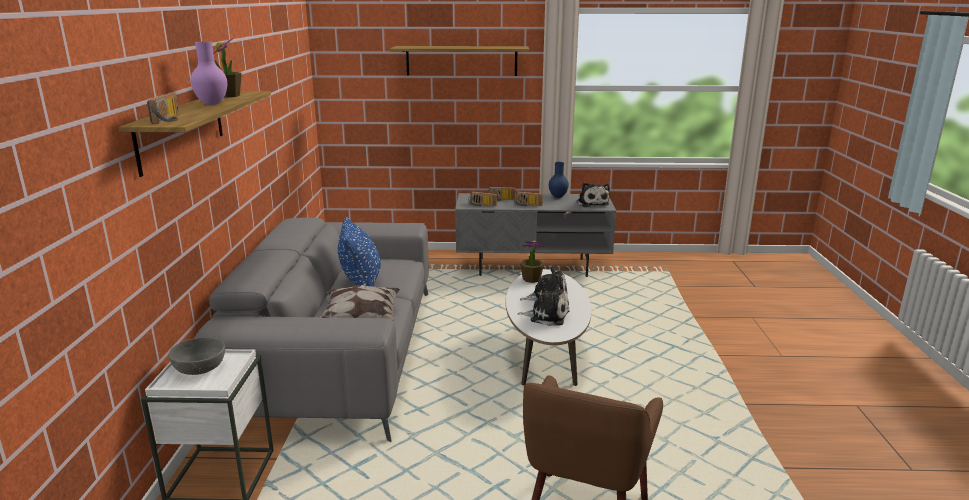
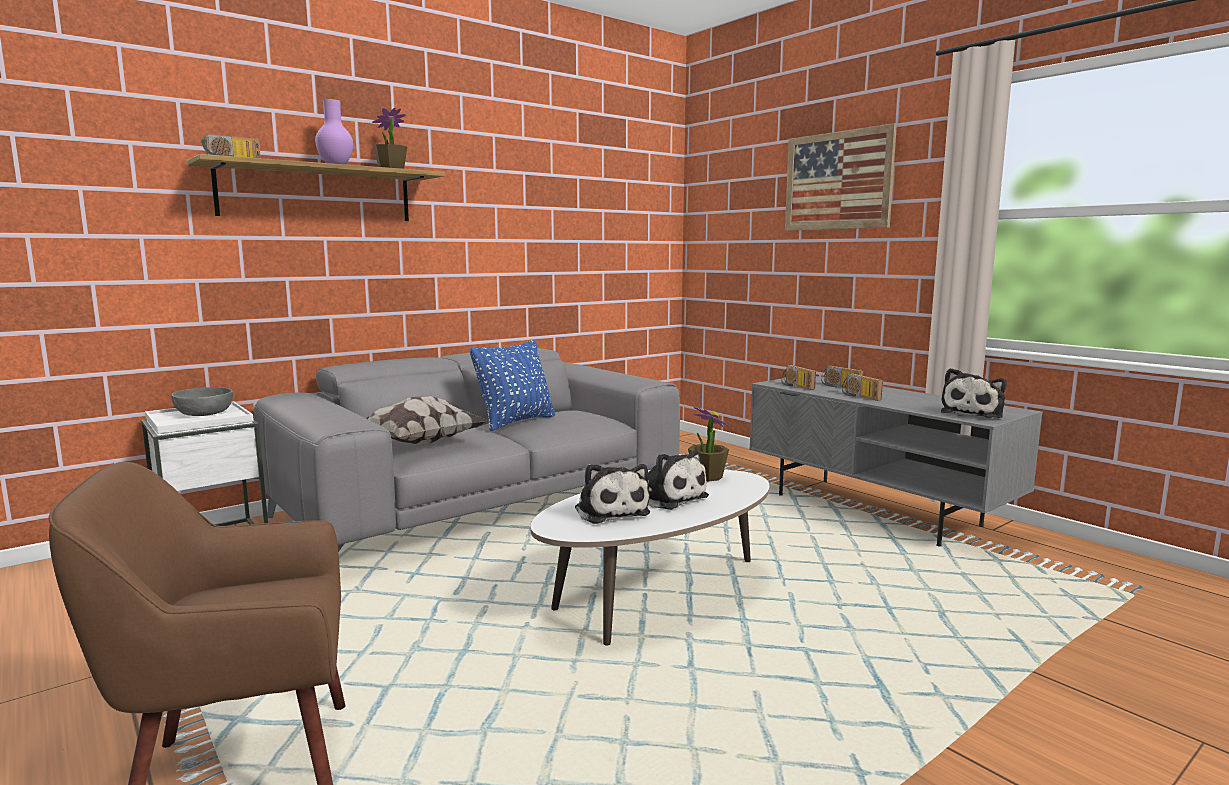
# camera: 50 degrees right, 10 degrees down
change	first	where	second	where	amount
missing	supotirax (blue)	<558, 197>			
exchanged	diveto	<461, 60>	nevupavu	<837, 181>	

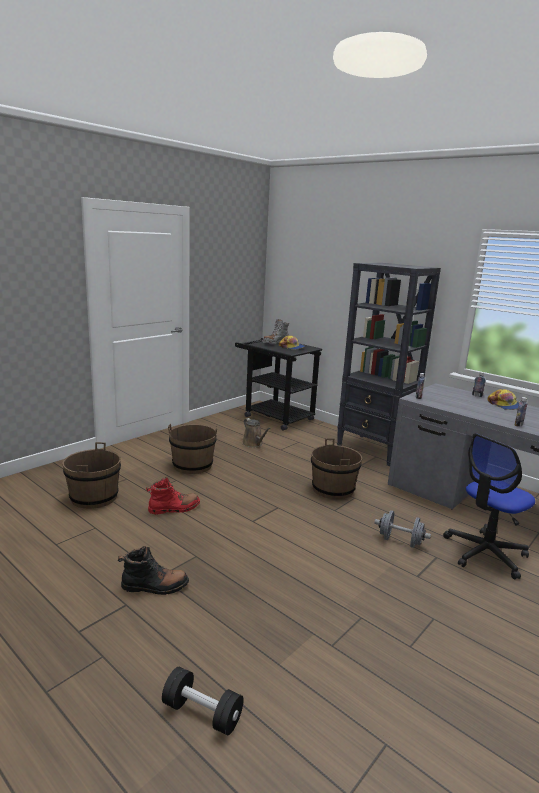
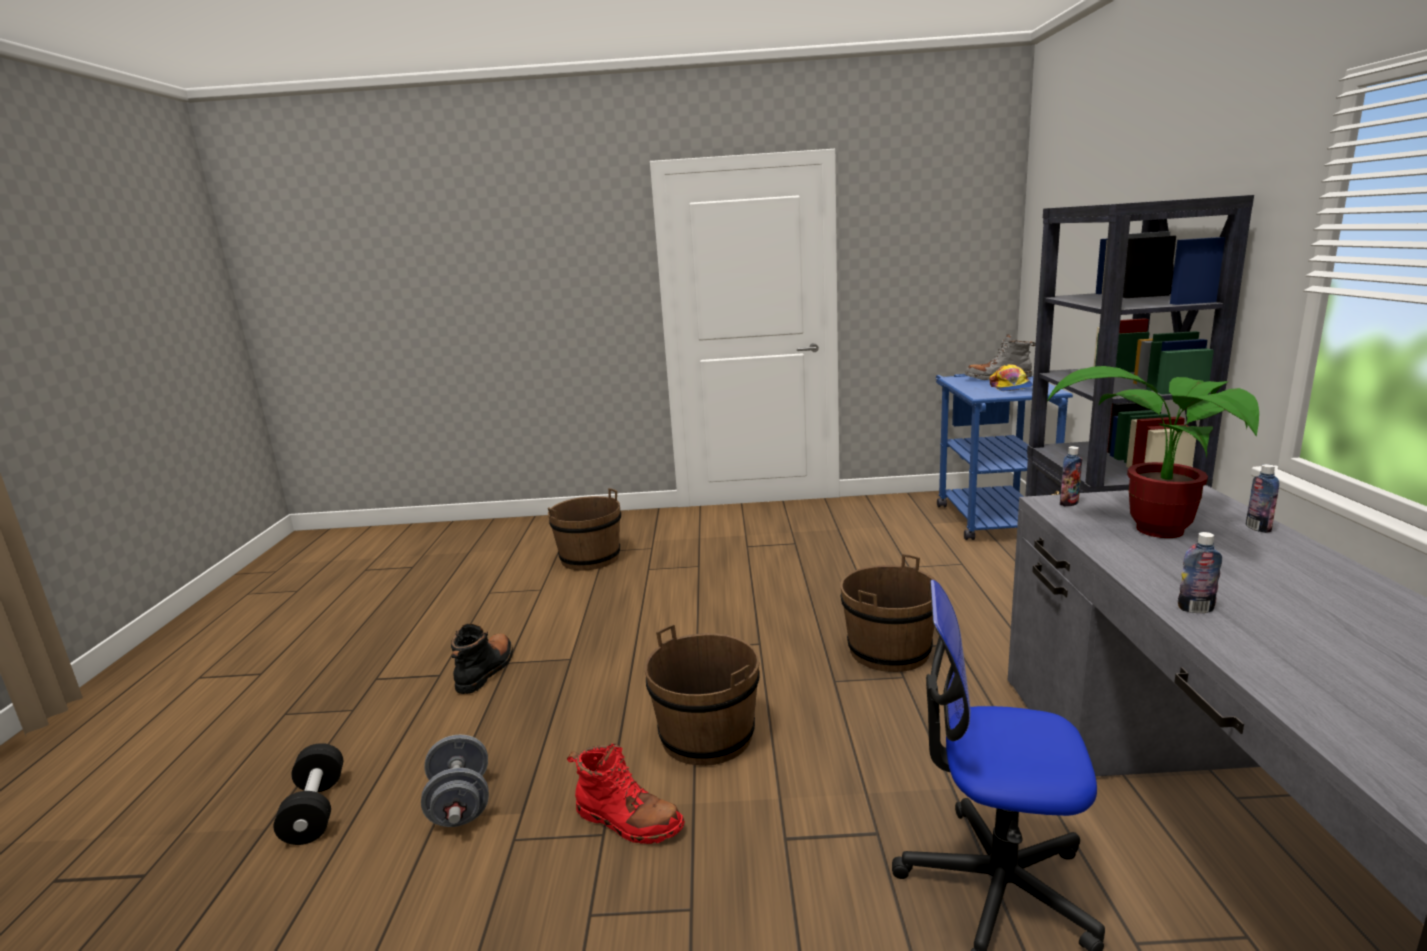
# camera: 50 degrees right, 0 degrees up
change	first	where	second	where	amount
missing	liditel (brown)	<254, 444>			
missing	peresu	<505, 405>			
appeared			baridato	<1150, 530>	
relocated	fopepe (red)	<174, 508>		<628, 821>	
relocated	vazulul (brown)	<192, 465>		<707, 735>	
relocated	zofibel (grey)	<400, 541>		<461, 804>	
colour	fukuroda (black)	<274, 416>	fukuroda (blue)	<988, 516>	
spun	fopepe (black)	<154, 586>		<486, 670>	120 degrees counterclockwise

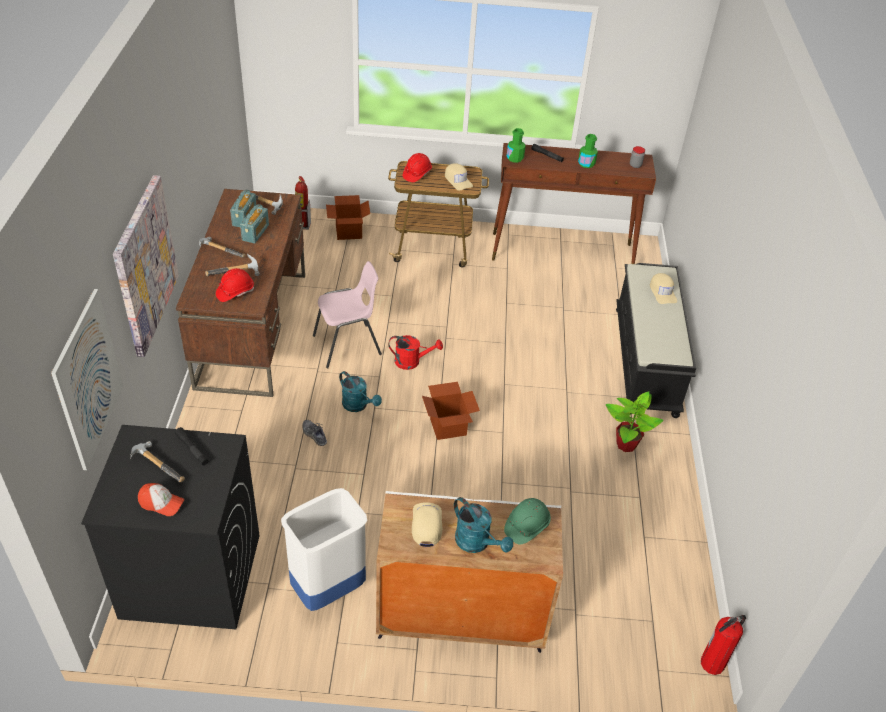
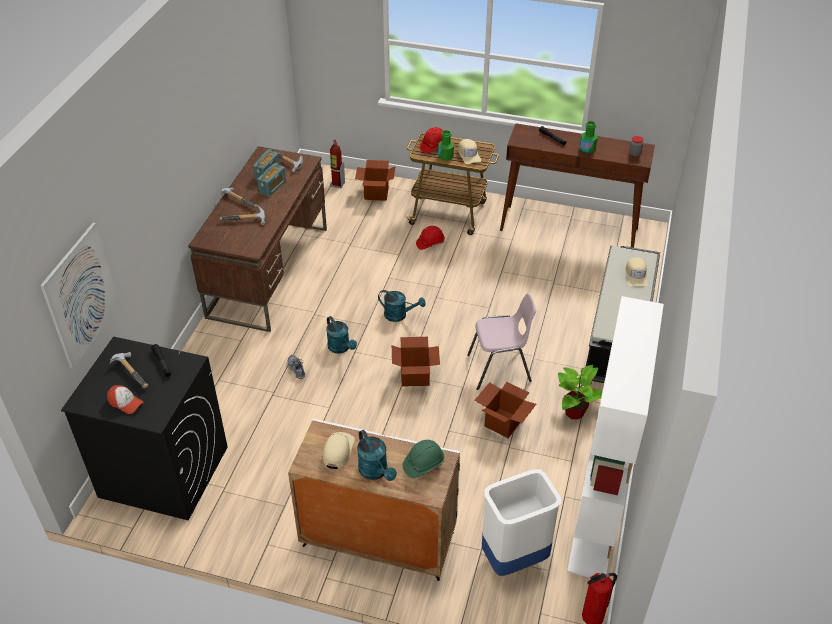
# camera: 15 degrees right, 0 degrees up
change	first	where	second	where	amount
missing	nevupavu	<144, 265>			
appeared			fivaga	<503, 423>	
appeared			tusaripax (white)	<596, 521>	
relocated	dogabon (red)	<235, 292>		<430, 243>	
relocated	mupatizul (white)	<328, 590>		<514, 559>	
relocated	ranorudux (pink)	<348, 346>		<500, 369>	
relocated	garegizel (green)	<515, 158>		<445, 156>	
colour	liditel (red)	<412, 362>	liditel (turquoise)	<399, 315>	

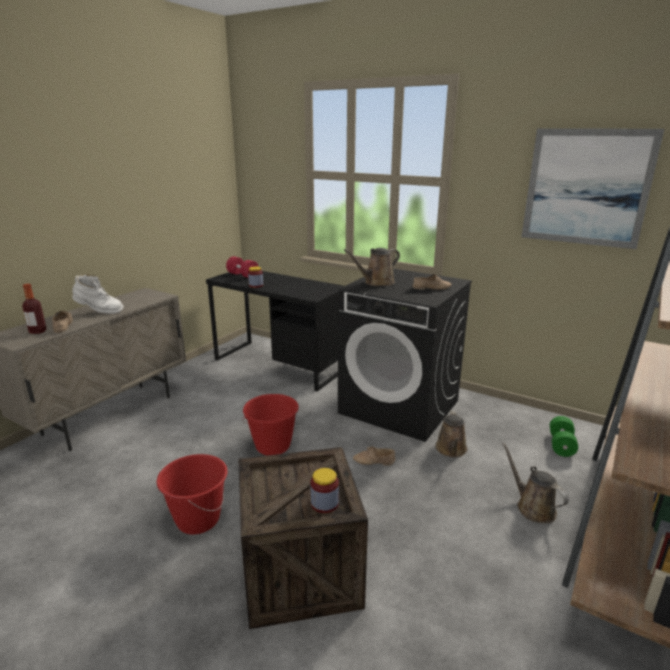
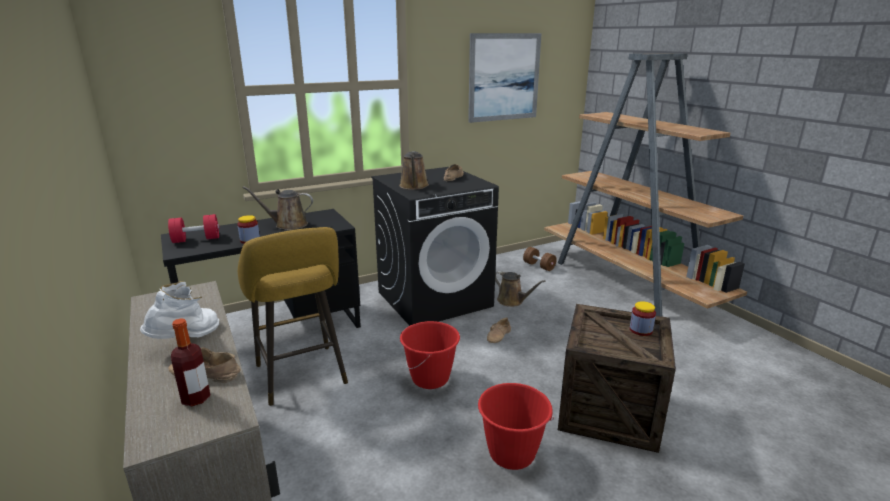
# camera: 60 degrees left, 0 degrees up
change	first	where	second	where	amount
appeared			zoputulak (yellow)	<302, 377>	
relocated	liditel (brown)	<532, 507>		<288, 225>	
colour	zofibel (green)	<561, 445>	zofibel (brown)	<539, 266>	

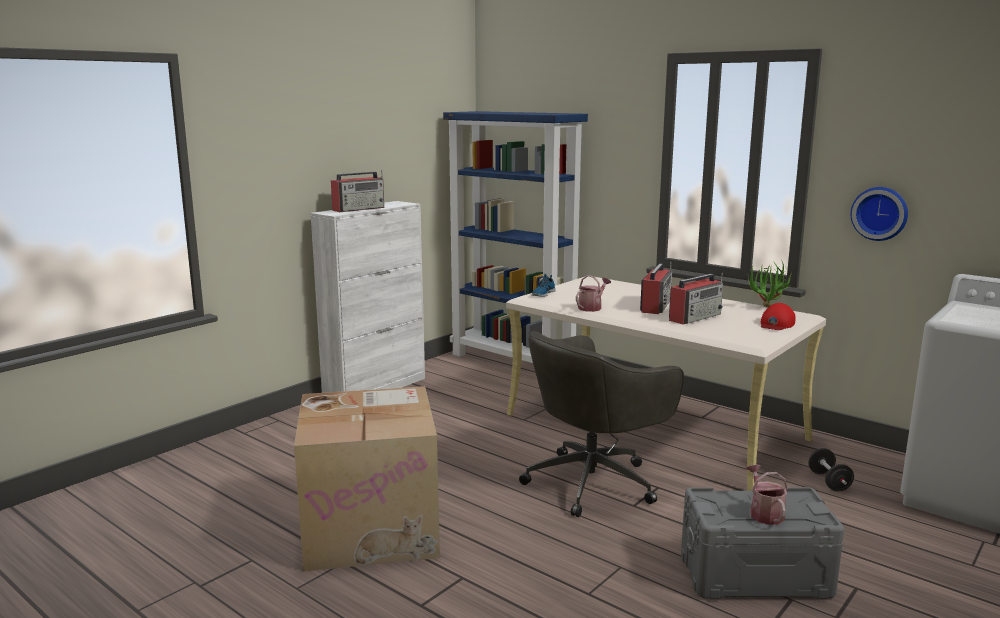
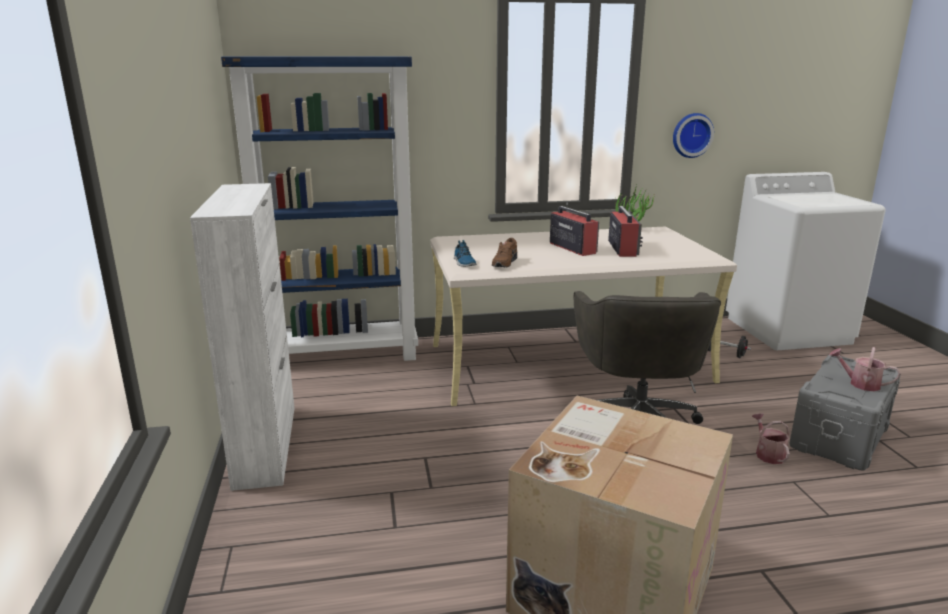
# camera: 50 degrees left, 5 degrees up
change	first	where	second	where	amount
missing	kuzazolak	<359, 209>			
missing	peresu (red)	<776, 324>			
appeared			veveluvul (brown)	<504, 263>	
relocated	liditel	<591, 307>		<768, 454>	

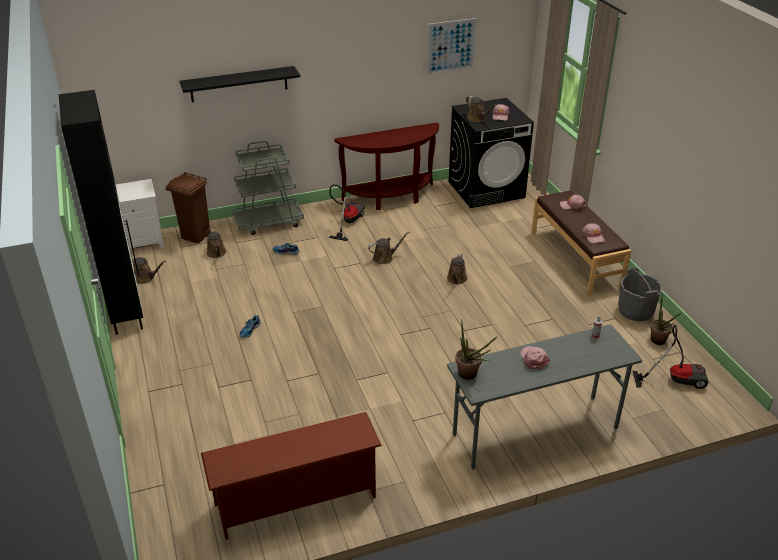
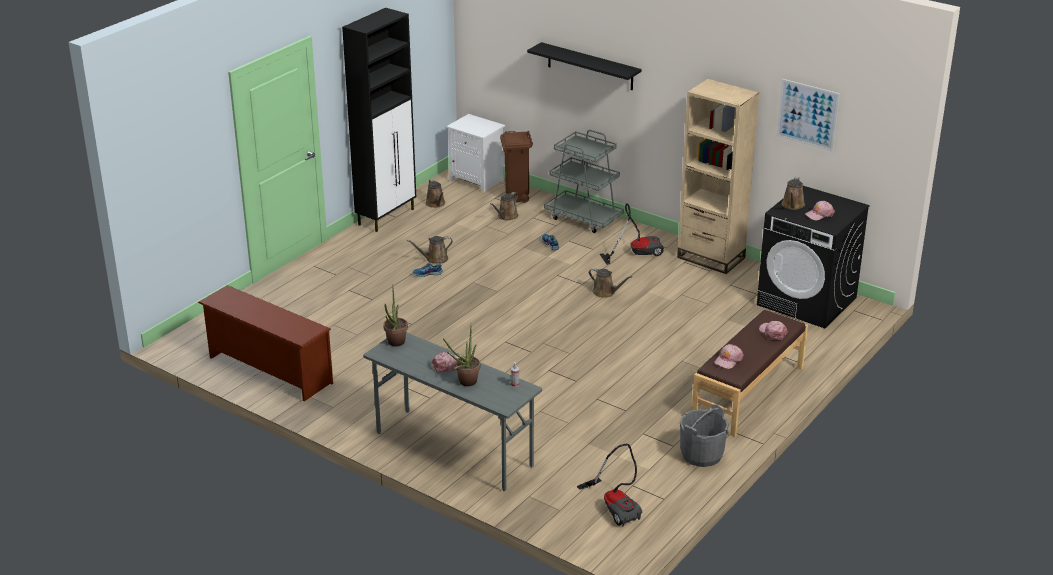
# camera: 55 degrees right, 5 degrees down
change	first	where	second	where	amount
relocated	liditel (brown)	<456, 279>		<434, 259>	
relocated	baridato	<659, 342>		<464, 383>	
exchanged	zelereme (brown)	<391, 198>	tusaripax (beige)	<711, 258>	

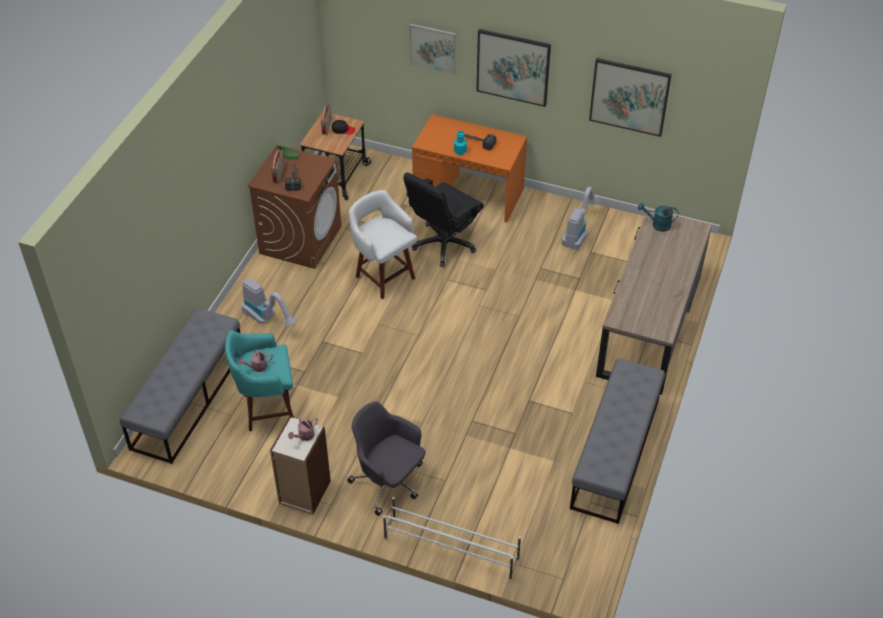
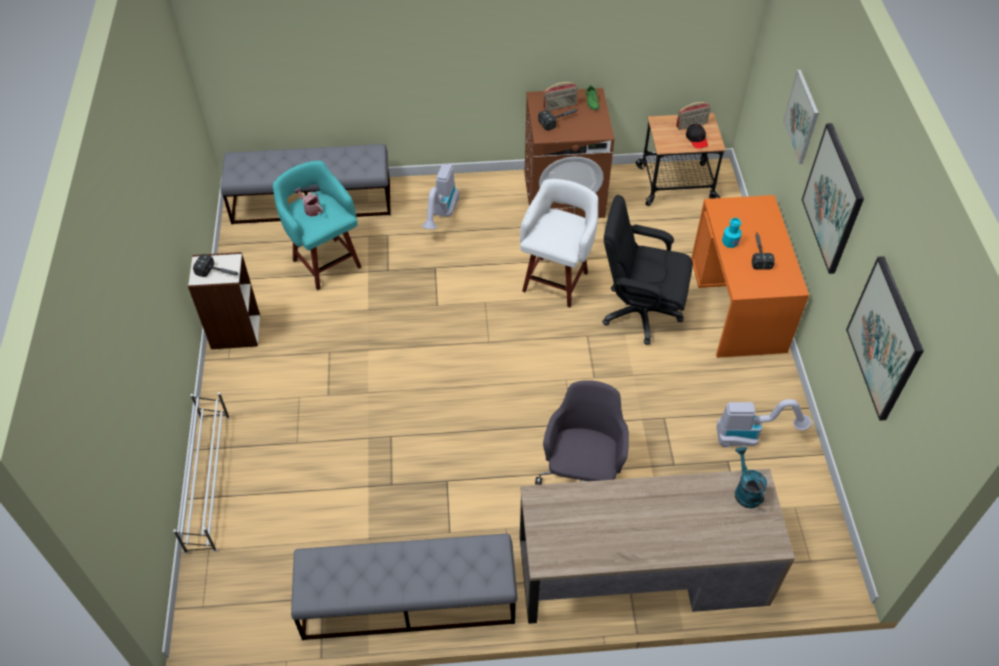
# camera: 65 degrees right, 5 degrees up
change	first	where	second	where	amount
relocated	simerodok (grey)	<389, 482>		<582, 475>	
exchanged	liditel	<304, 436>	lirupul	<220, 273>	

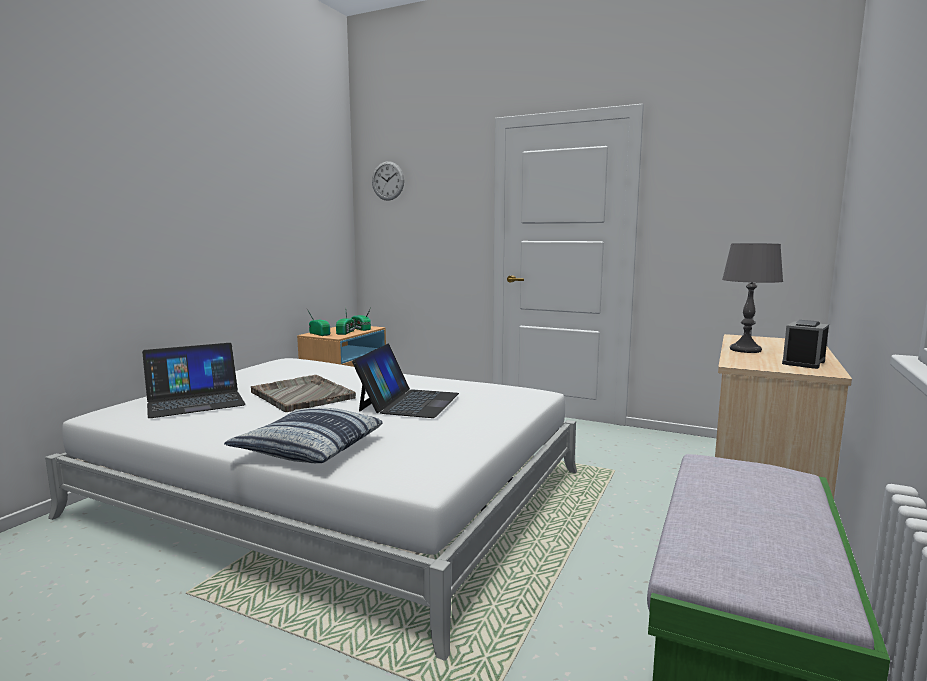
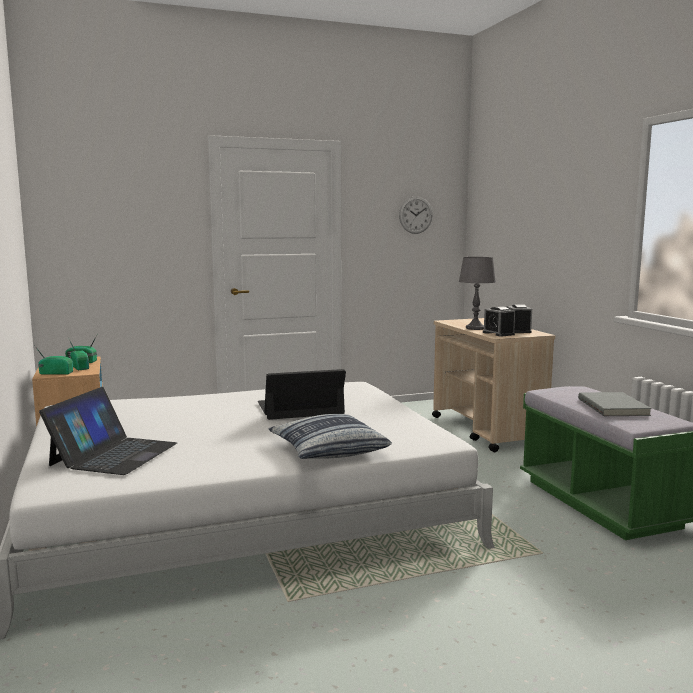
# camera: 45 degrees left, 0 degrees up
change	first	where	second	where	amount
missing	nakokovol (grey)	<302, 395>			
appeared			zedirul	<498, 333>	
appeared			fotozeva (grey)	<614, 407>	
relocated	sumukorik	<388, 181>		<415, 215>	
spun	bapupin	<409, 402>		<300, 408>	75 degrees counterclockwise

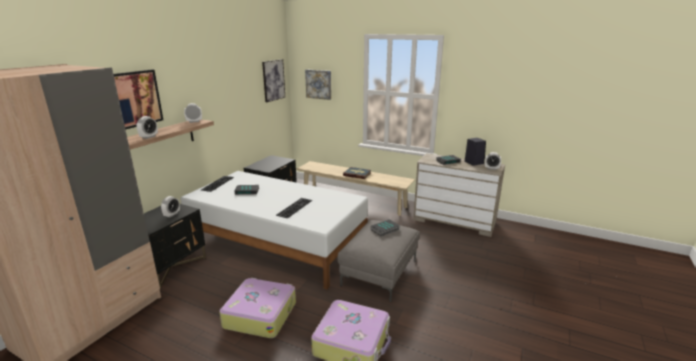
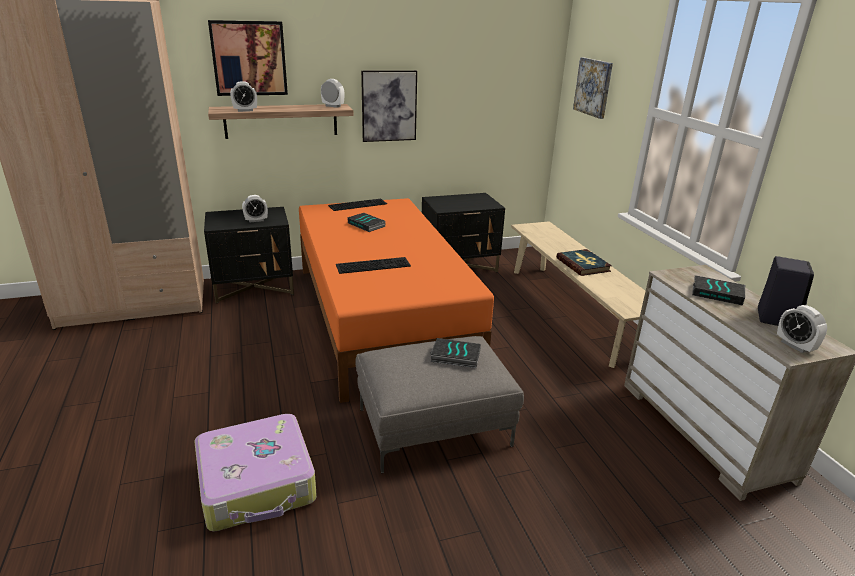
# camera: 45 degrees right, 5 degrees up
change	first	where	second	where	amount
missing	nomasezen	<260, 314>			
relocated	nevupavu	<273, 80>		<389, 106>	
colour	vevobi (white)	<277, 243>	vevobi (orange)	<382, 316>	

